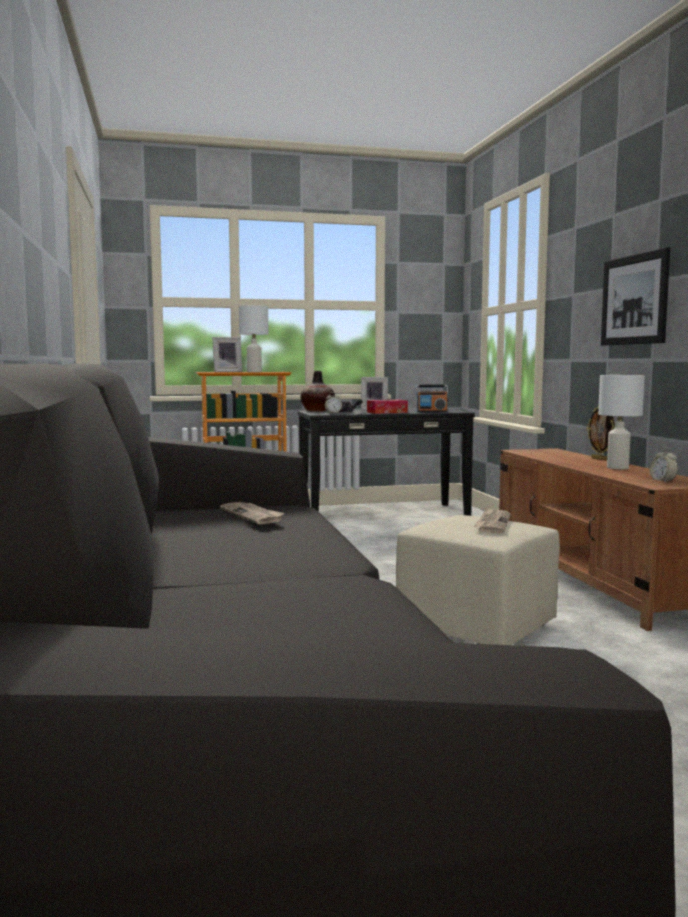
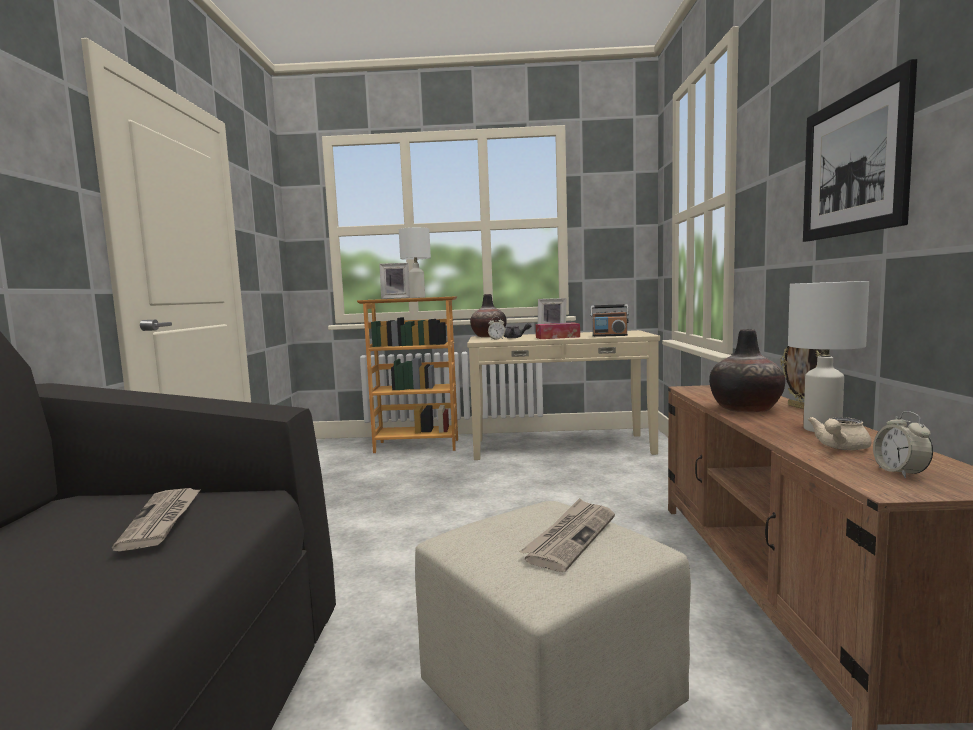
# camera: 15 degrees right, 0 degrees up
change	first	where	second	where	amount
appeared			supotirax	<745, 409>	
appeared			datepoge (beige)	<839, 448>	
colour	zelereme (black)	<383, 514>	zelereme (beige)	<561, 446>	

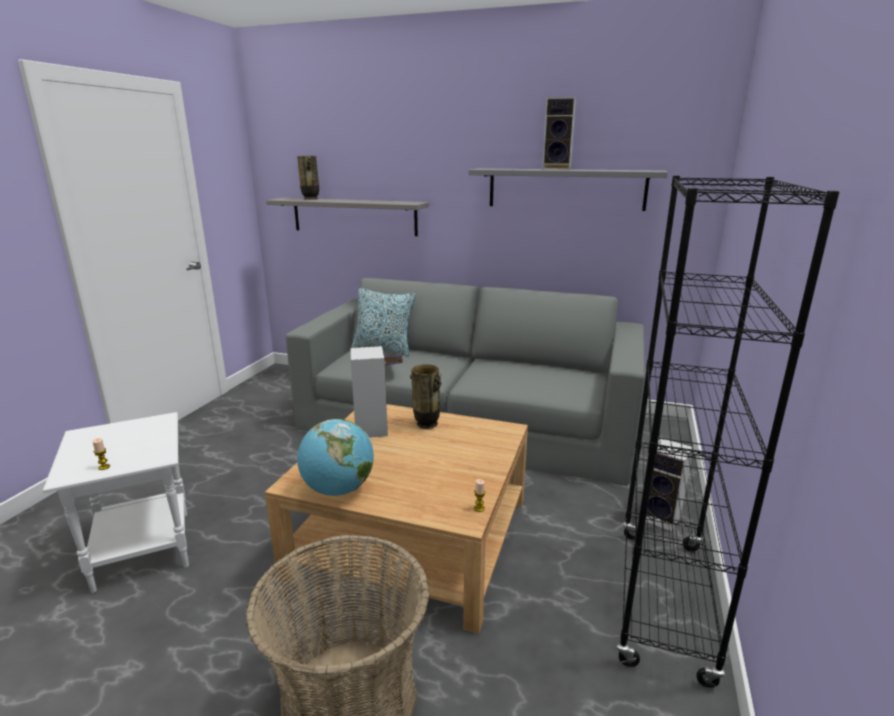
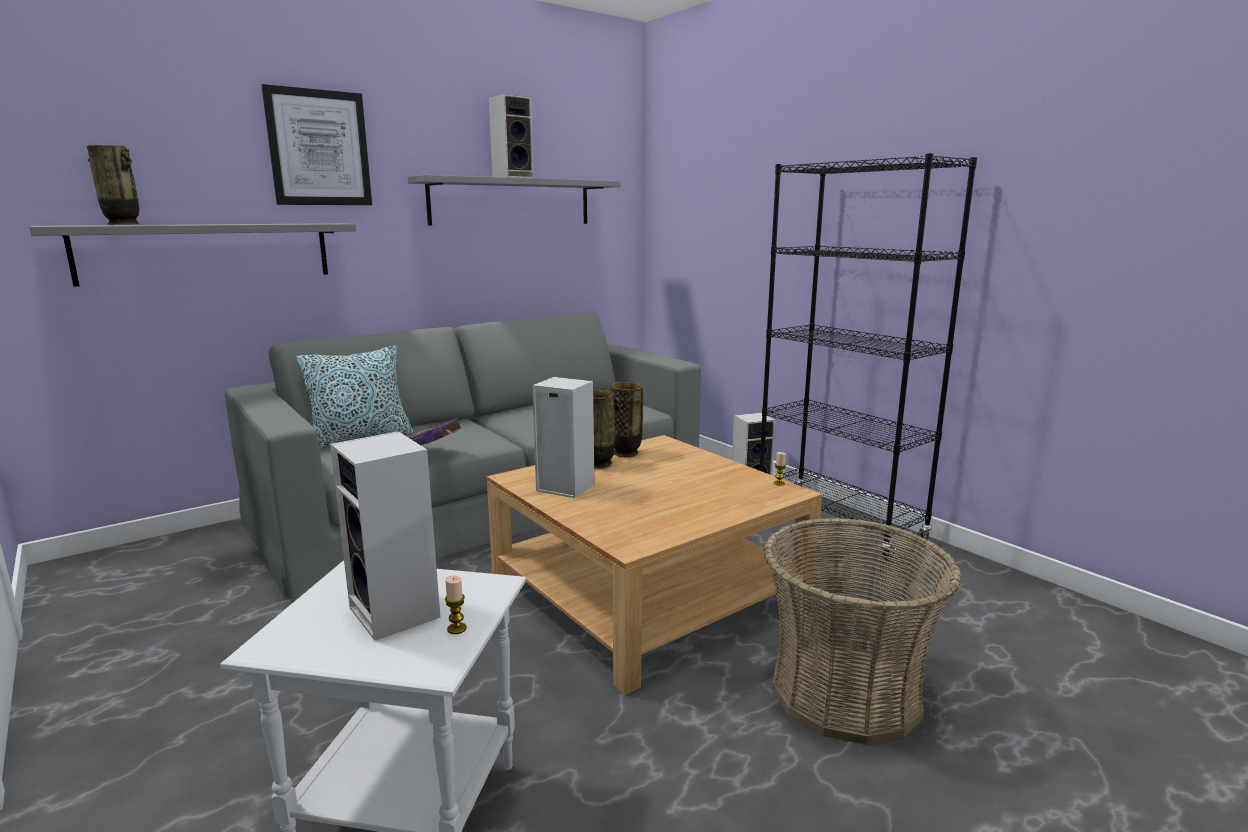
# camera: 55 degrees left, 5 degrees down
change	first	where	second	where	amount
missing	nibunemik	<338, 490>			
appeared			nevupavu	<319, 148>	
appeared			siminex	<397, 613>	
appeared			supotirax	<626, 453>	

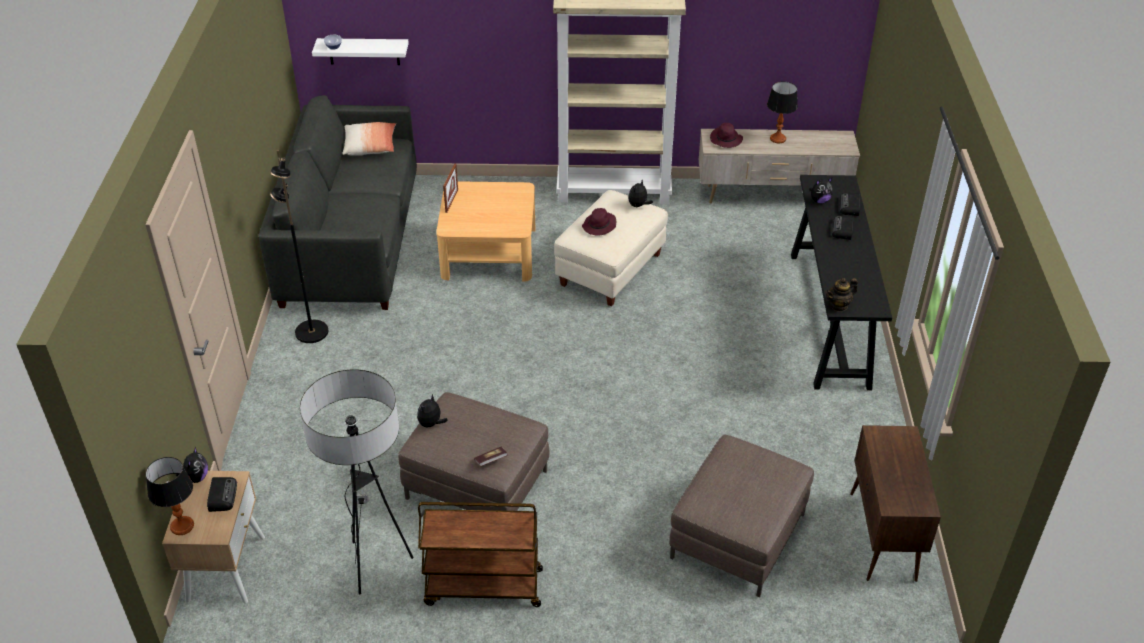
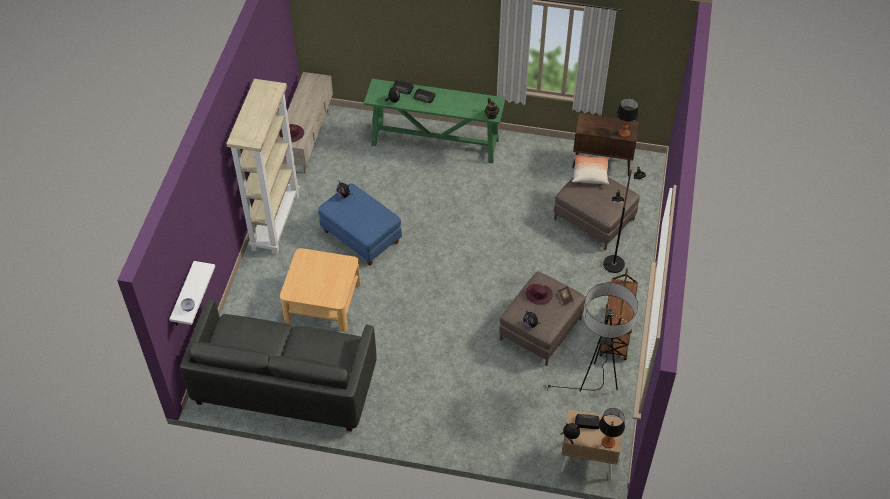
# camera: 80 degrees left, 10 degrees up
change	first	where	second	where	amount
missing	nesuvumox	<451, 201>			
relocated	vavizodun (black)	<311, 332>		<614, 264>	
relocated	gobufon	<370, 147>		<590, 174>	
relocated	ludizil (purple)	<599, 226>		<539, 295>	
relocated	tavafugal	<777, 139>		<624, 133>	
colour	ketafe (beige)	<611, 270>	ketafe (blue)	<361, 237>	
colour	zelereme (black)	<829, 319>	zelereme (green)	<435, 142>	

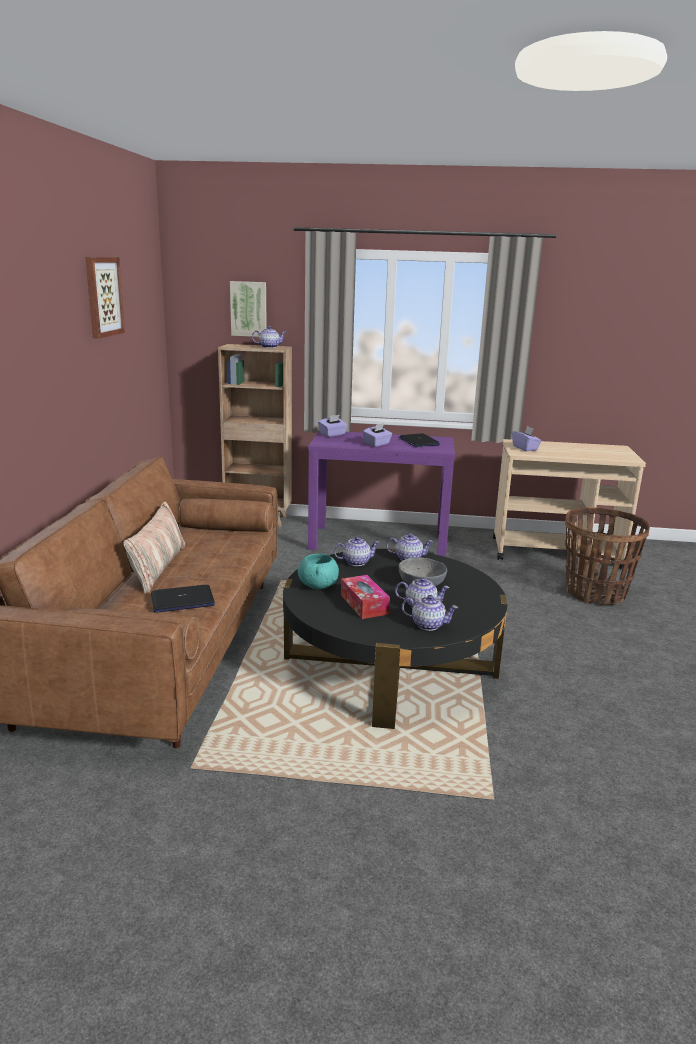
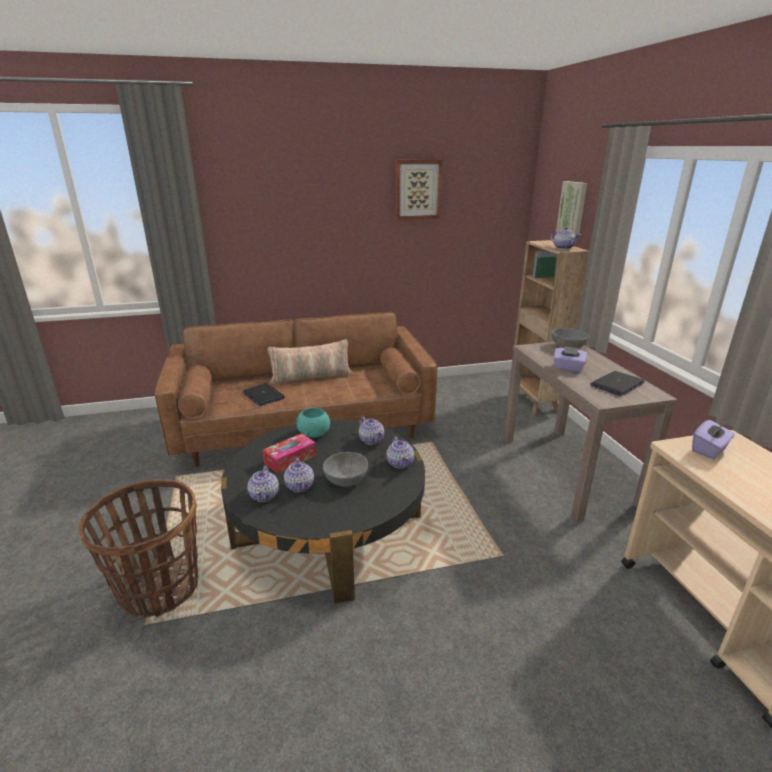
# camera: 70 degrees right, 5 degrees up
change	first	where	second	where	amount
relocated	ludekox	<595, 593>		<158, 588>	
exchanged	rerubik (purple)	<332, 434>	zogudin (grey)	<568, 346>	
colour	zelereme (purple)	<379, 541>	zelereme (brown)	<567, 470>	

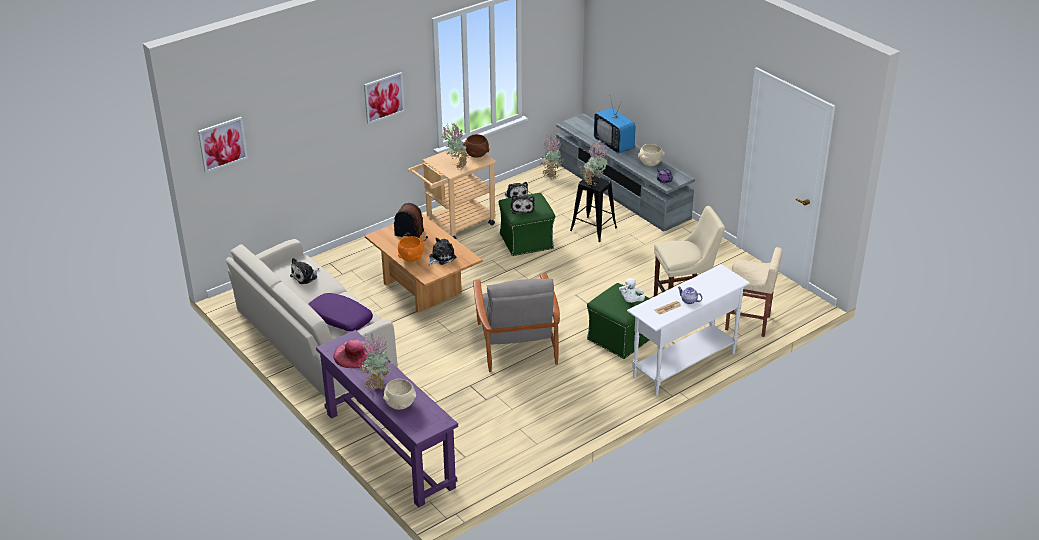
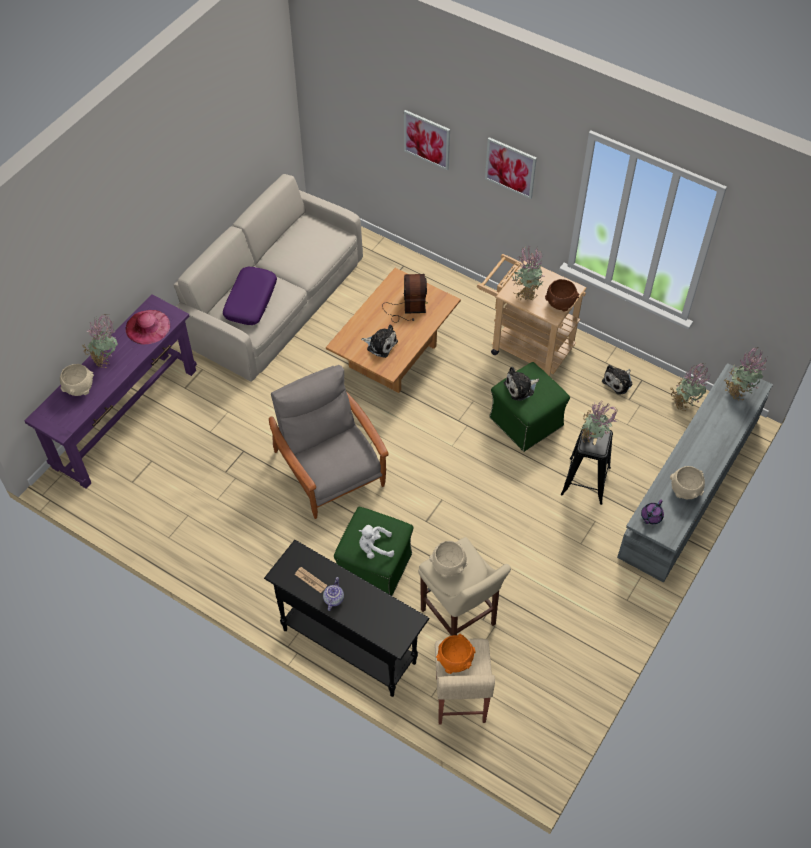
# camera: 70 degrees right, 20 degrees up
change	first	where	second	where	amount
missing	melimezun	<305, 276>			
missing	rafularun	<614, 145>			
appeared			zogudin (beige)	<448, 566>	
appeared			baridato	<738, 391>	
relocated	nevupavu	<222, 144>		<427, 139>	
relocated	zogudin (orange)	<410, 258>		<455, 660>	
colour	zelereme (white)	<683, 365>	zelereme (black)	<349, 645>	
spun	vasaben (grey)	<516, 343>		<329, 469>	90 degrees clockwise

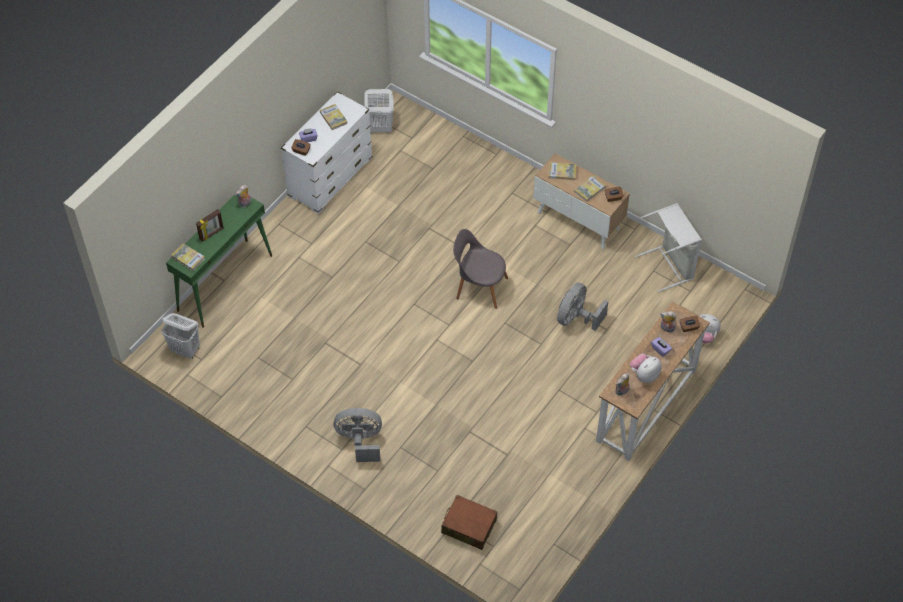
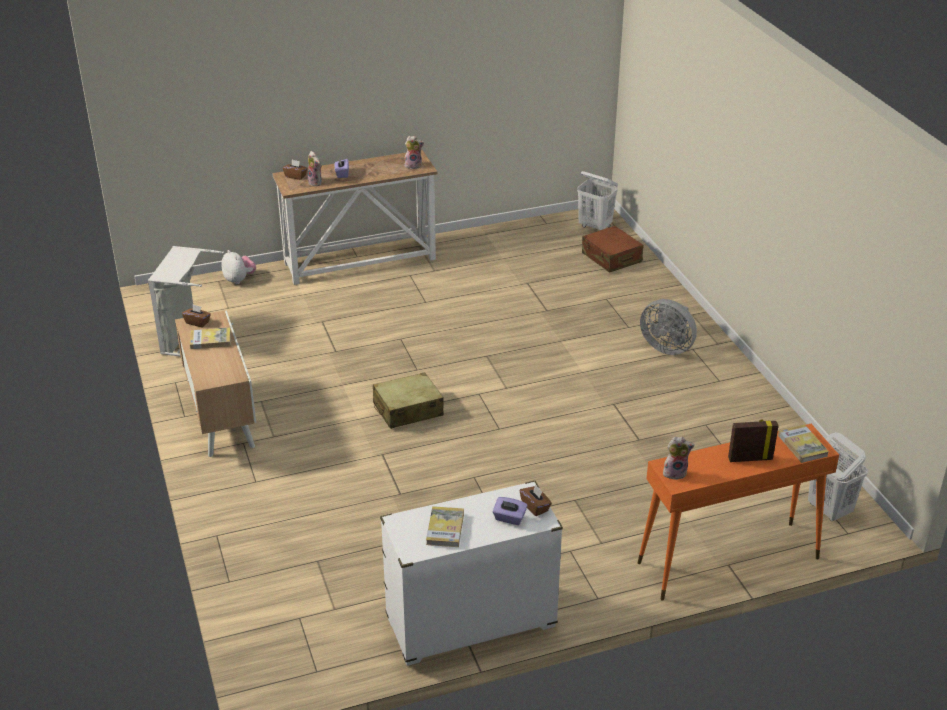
# camera: 145 degrees left, 20 degrees down
change	first	where	second	where	amount
missing	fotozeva	<562, 172>			
missing	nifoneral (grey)	<576, 318>			
missing	melimezun	<644, 375>			
relocated	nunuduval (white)	<380, 128>		<595, 227>	
exchanged	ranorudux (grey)	<479, 287>	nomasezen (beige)	<407, 410>	
colour	zelereme (green)	<225, 282>	zelereme (orange)	<727, 561>	

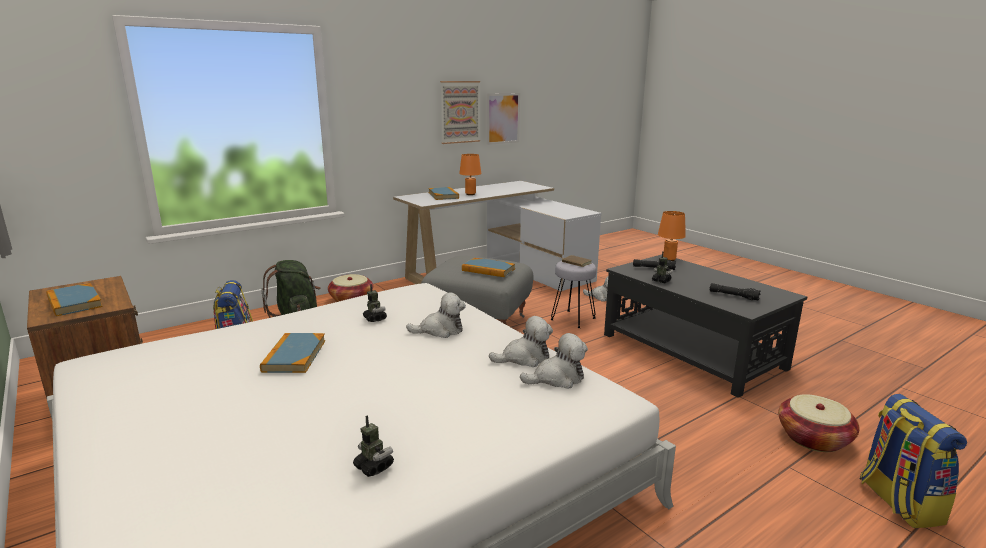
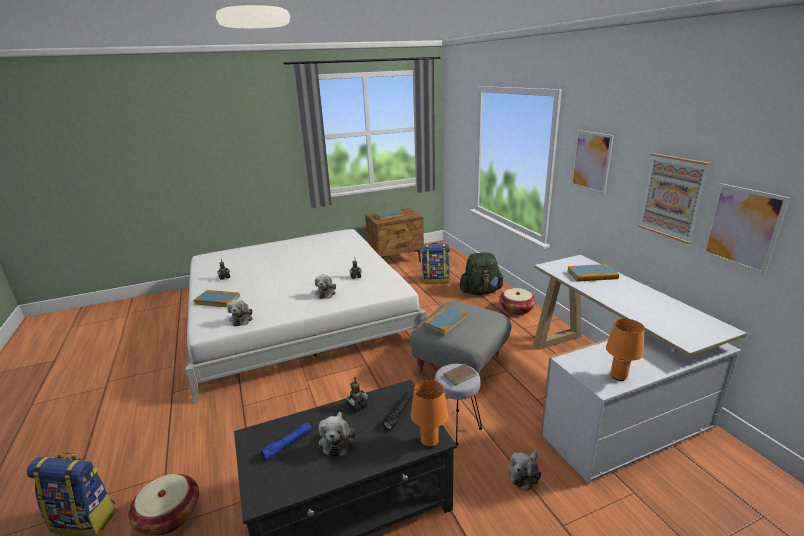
# camera: 105 degrees right, 5 degrees up
change	first	where	second	where	amount
appeared			nevupavu	<591, 161>	
relocated	fotozeva	<294, 356>		<217, 300>	
relocated	tavafugal (orange)	<470, 194>		<618, 376>	
relocated	melimezun	<524, 358>		<337, 440>	
colour	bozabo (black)	<733, 296>	bozabo (blue)	<287, 445>	

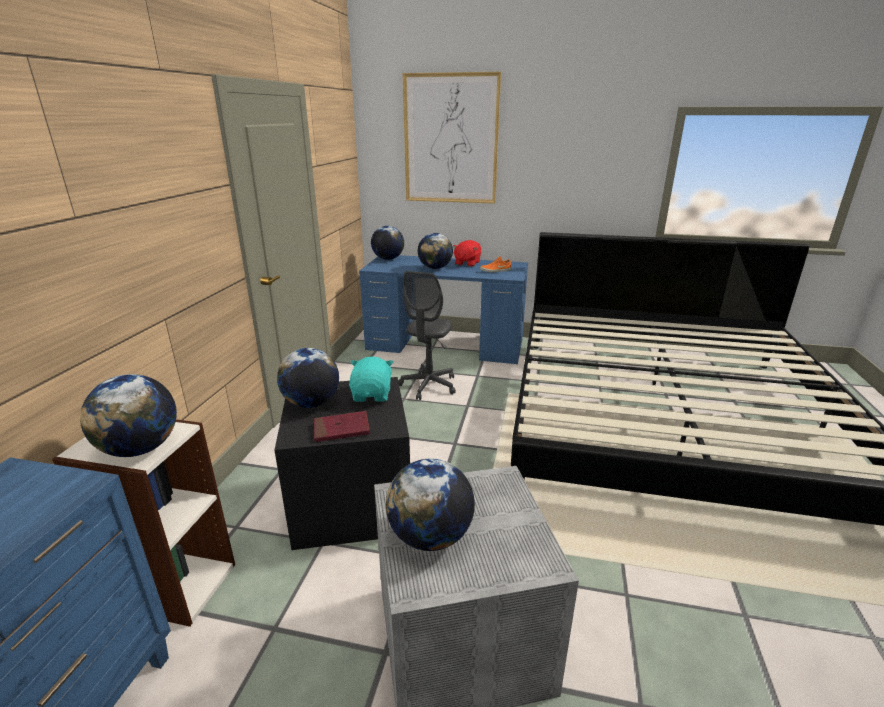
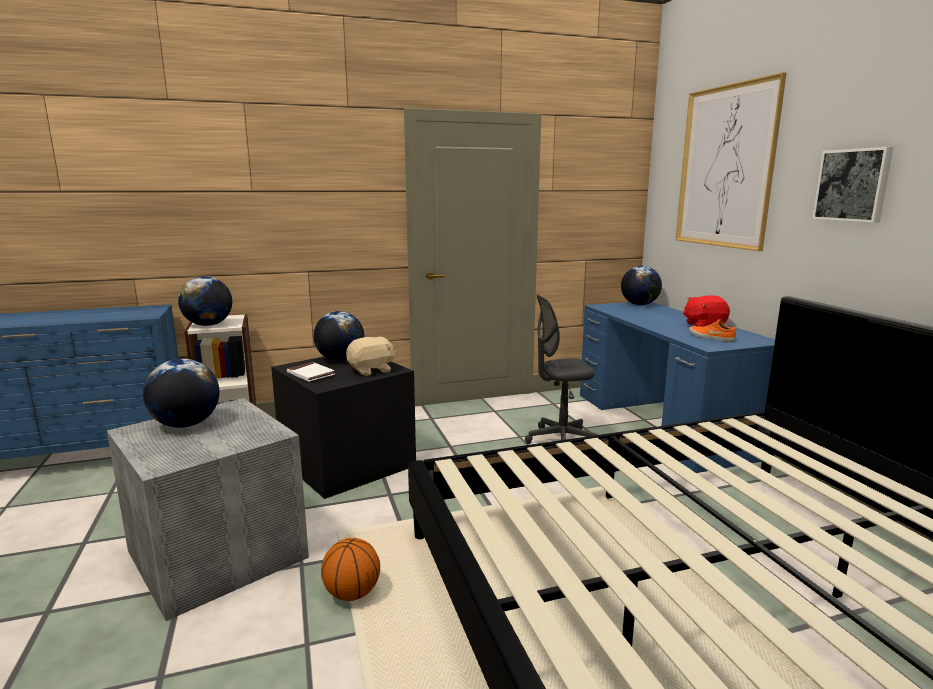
# camera: 60 degrees right, 10 degrees down
change	first	where	second	where	amount
missing	nibunemik	<435, 268>			
appeared			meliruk	<352, 593>	
appeared			nevupavu	<853, 185>	
colour	fotozeva (red)	<341, 429>	fotozeva (white)	<310, 374>	
colour	melimezun (turquoise)	<372, 395>	melimezun (beige)	<371, 370>	

